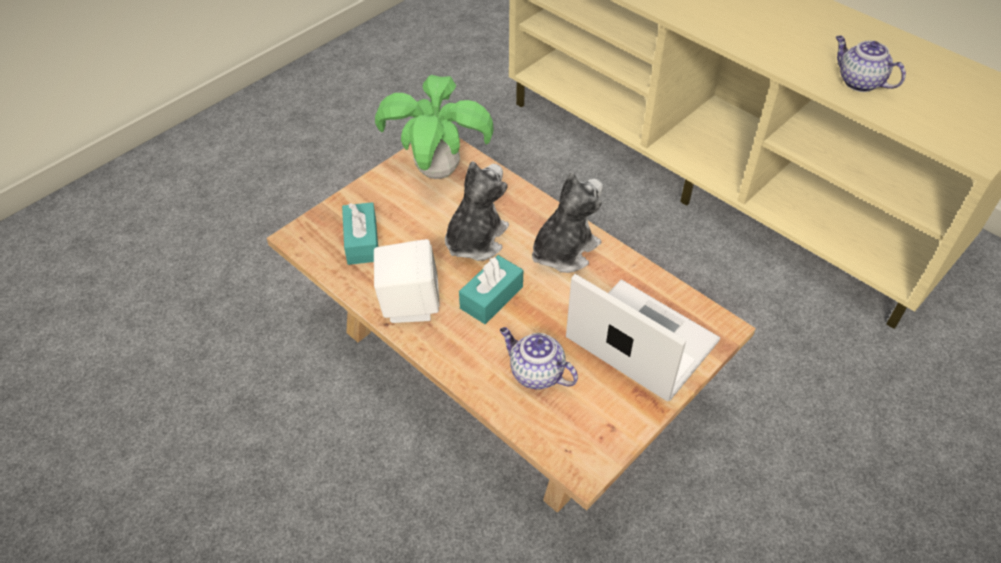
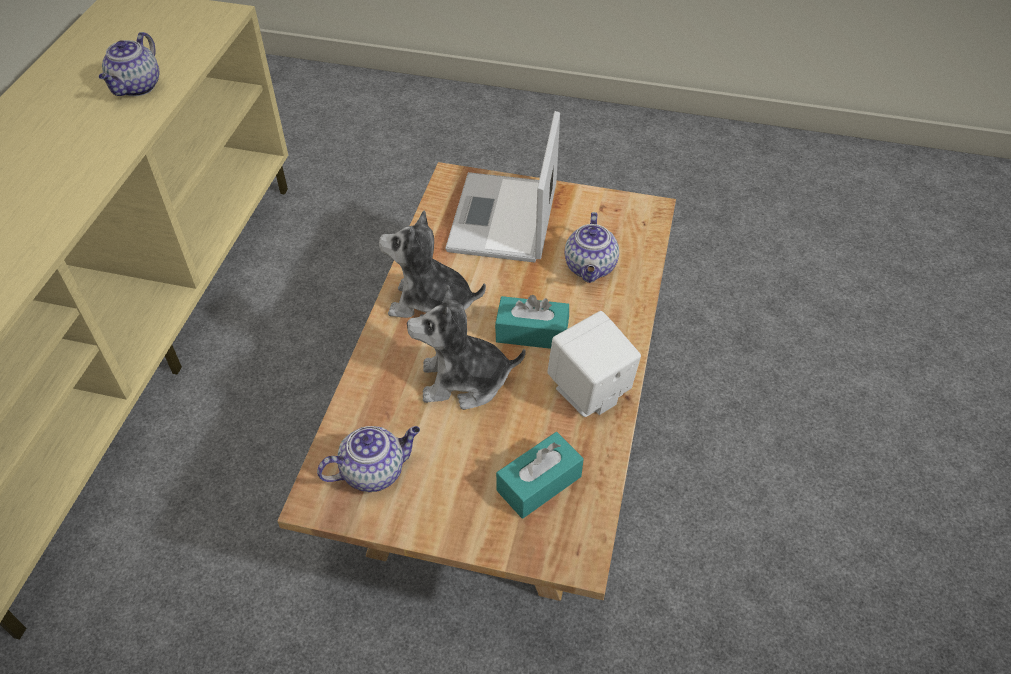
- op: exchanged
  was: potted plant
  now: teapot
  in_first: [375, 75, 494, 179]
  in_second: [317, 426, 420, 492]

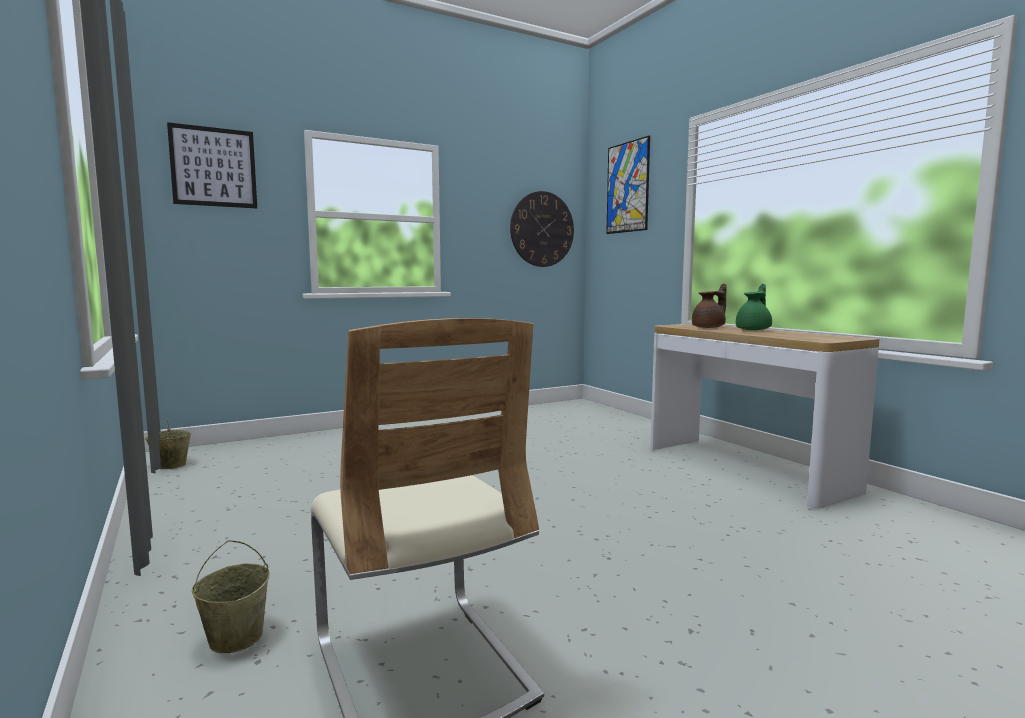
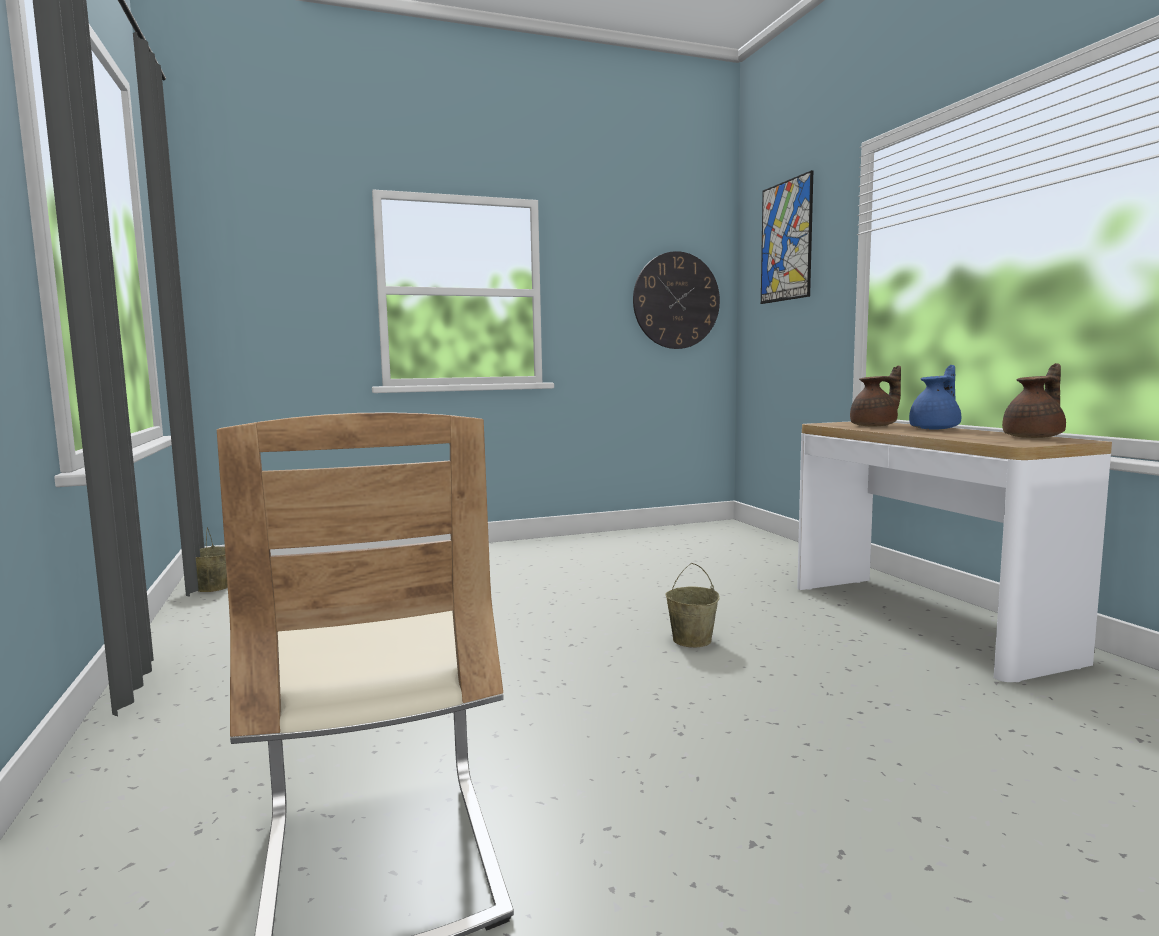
- op: missing
  was: wall picture
  in_first: [167, 122, 257, 208]
- op: relocated
  was: water bucket in beige-coloured
  in_first: [192, 540, 270, 653]
  in_second: [665, 563, 720, 648]
- op: colour
  was: teapot in green-coloured
  now: teapot in blue-coloured
  in_first: [736, 284, 772, 330]
  in_second: [909, 365, 961, 429]
- op: appeared
  now: teapot in brown-coloured
  in_second: [1002, 363, 1066, 438]

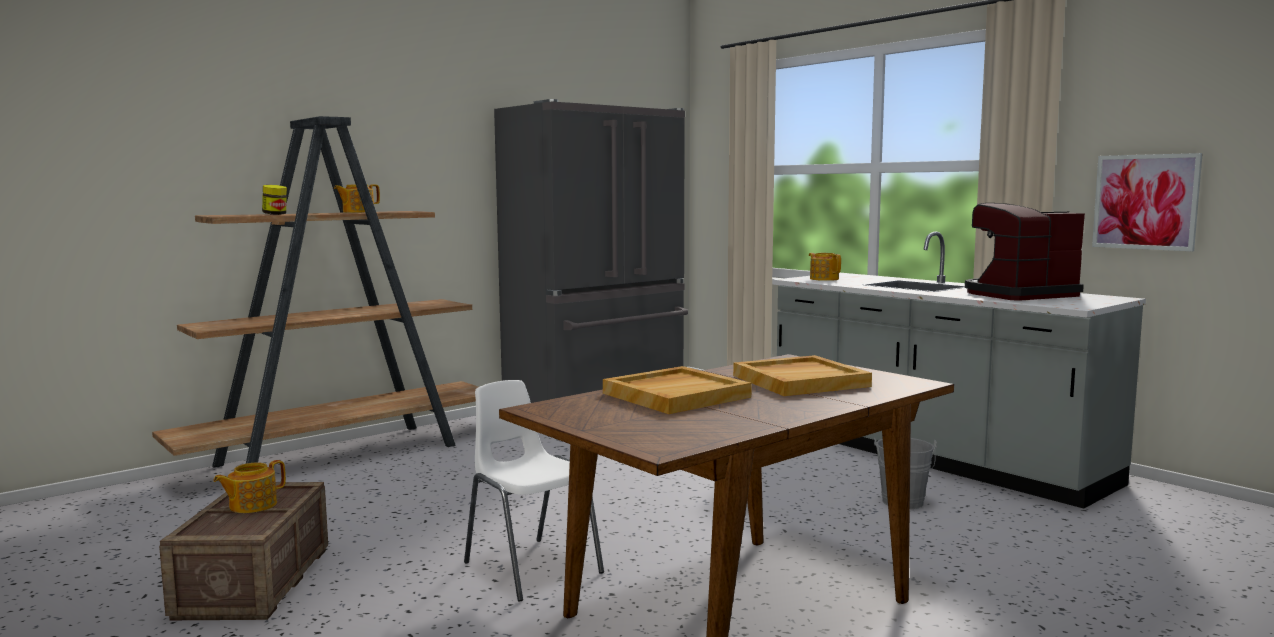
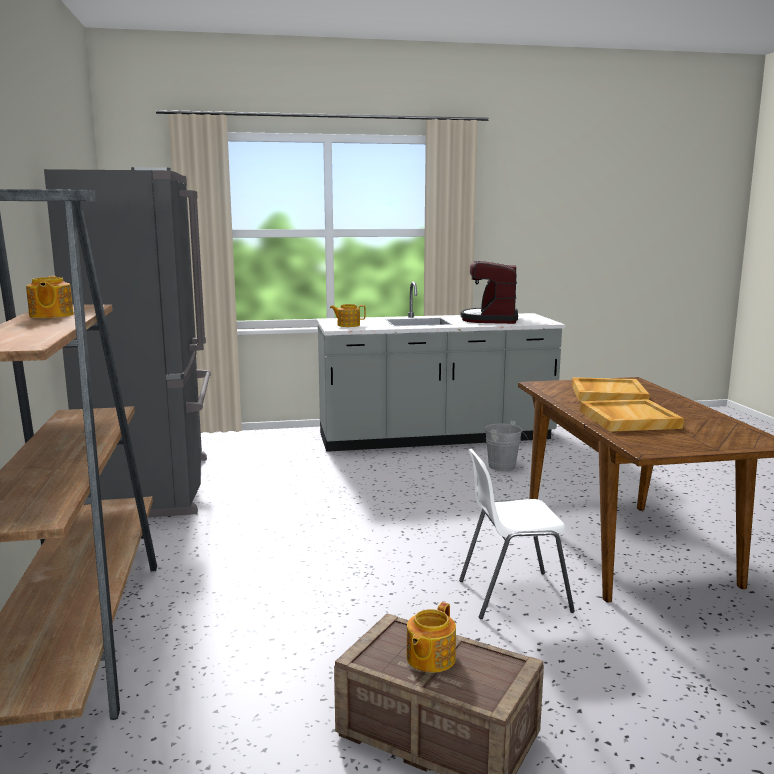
- op: spun
  was: teapot
  in_first: [213, 460, 286, 513]
  in_second: [407, 602, 456, 673]
  clockwise: 45
- op: missing
  was: storage jar
  in_first: [262, 185, 287, 215]
- op: missing
  was: wall picture
  in_first: [1092, 153, 1203, 251]

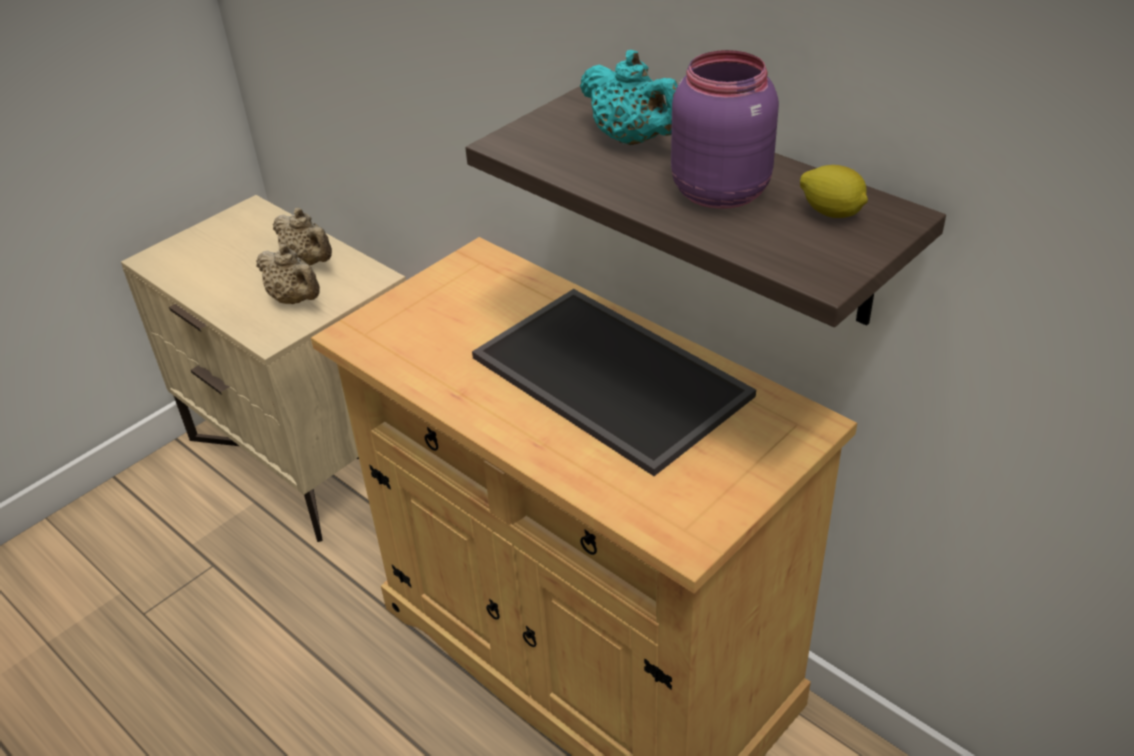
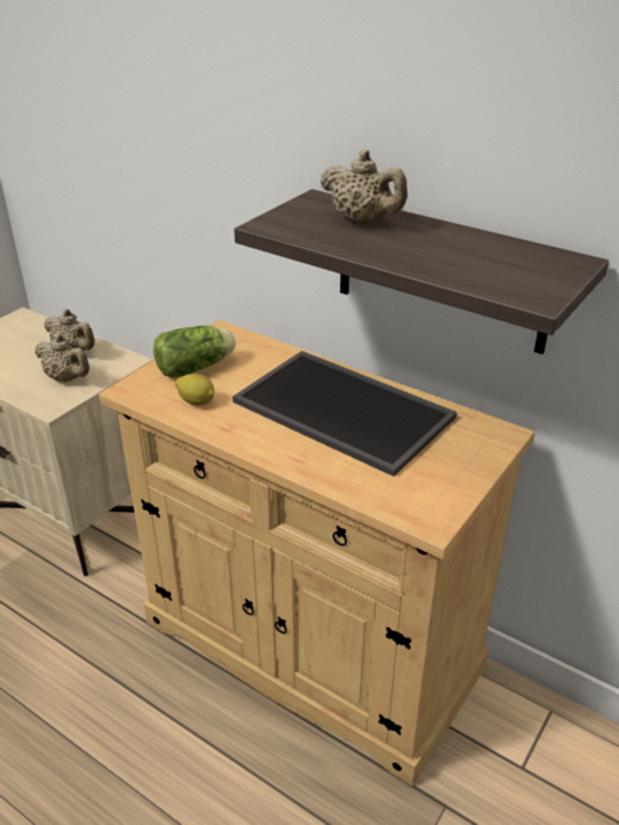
- op: colour
  was: teapot in turquoise
  now: teapot in beige-coloured
  in_first: [580, 50, 678, 145]
  in_second: [320, 150, 407, 224]
- op: missing
  was: storage jar in purplish
  in_first: [671, 50, 779, 209]
- op: relocated
  was: citrus fruit
  in_first: [800, 165, 868, 218]
  in_second: [175, 374, 214, 405]
- op: appeared
  now: lettuce
  in_second: [153, 325, 236, 378]

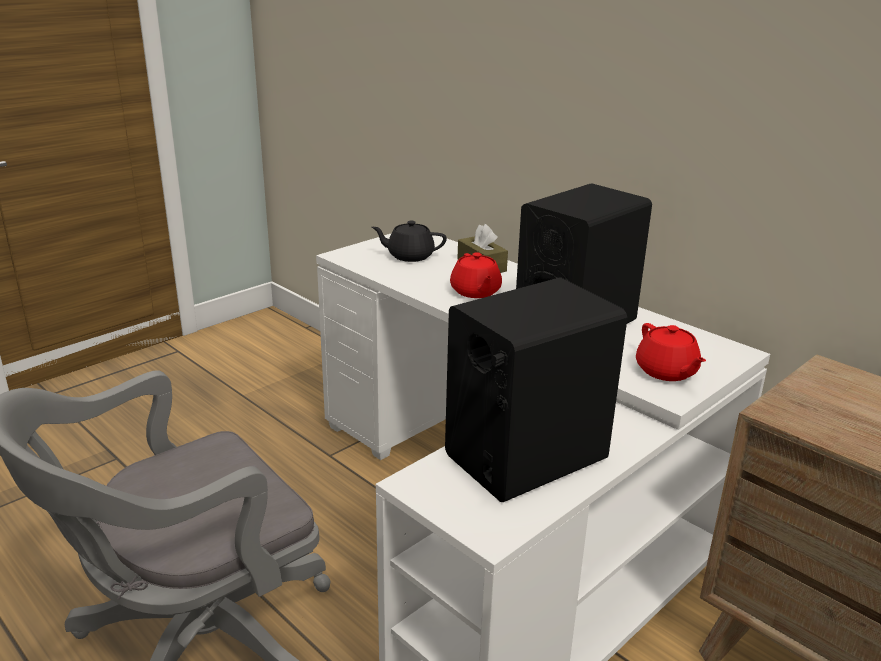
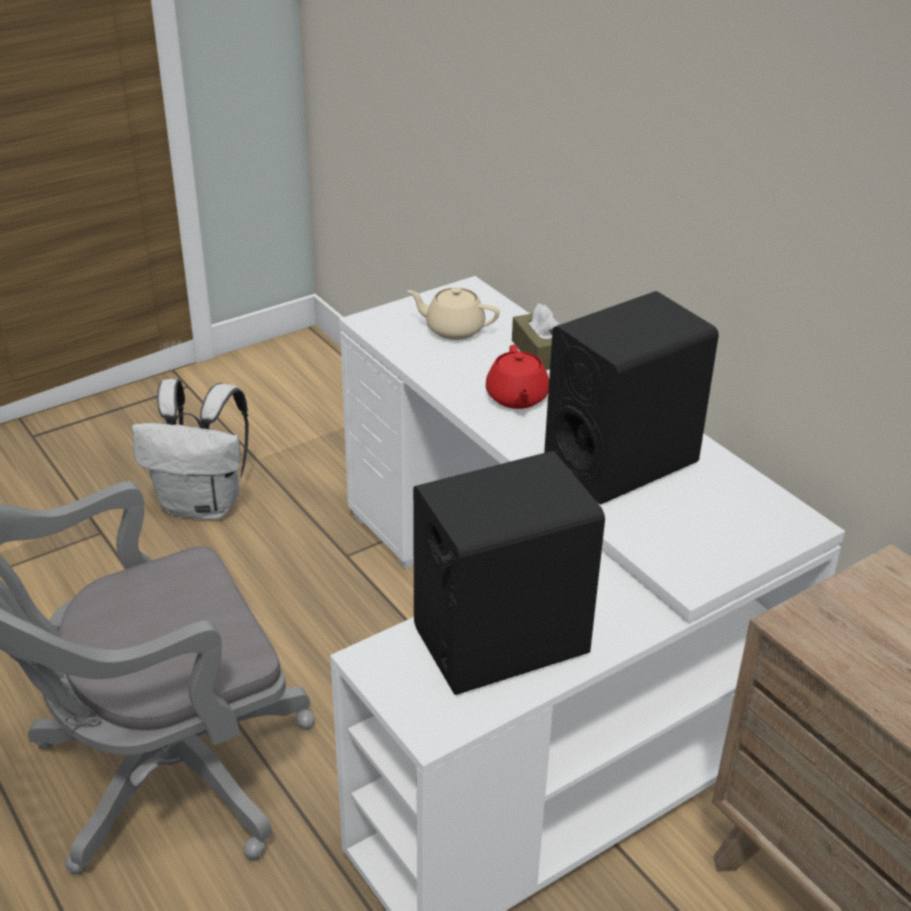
- op: colour
  was: teapot in black
  now: teapot in beige-coloured
  in_first: [371, 221, 447, 262]
  in_second: [407, 287, 500, 340]
- op: missing
  was: teapot in red-coloured
  in_first: [636, 323, 706, 381]
- op: appeared
  now: knapsack in whitish
  in_second: [132, 379, 249, 520]

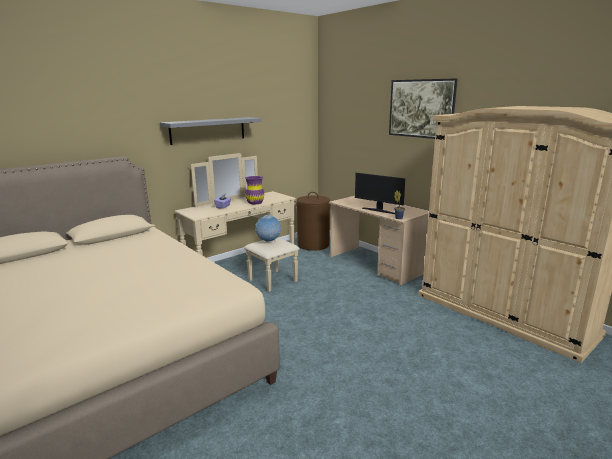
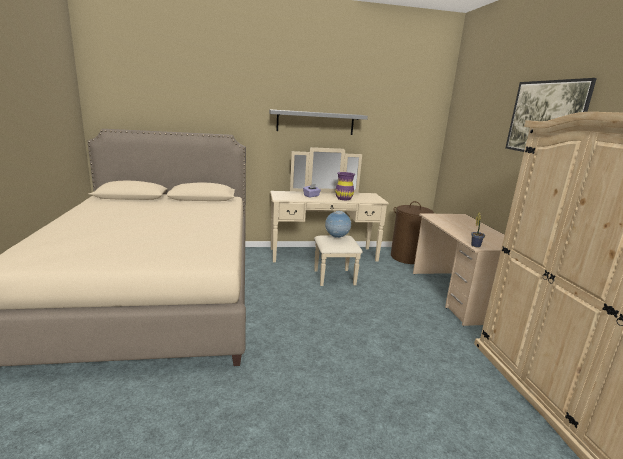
- op: missing
  was: computer display
  in_first: [355, 173, 405, 214]

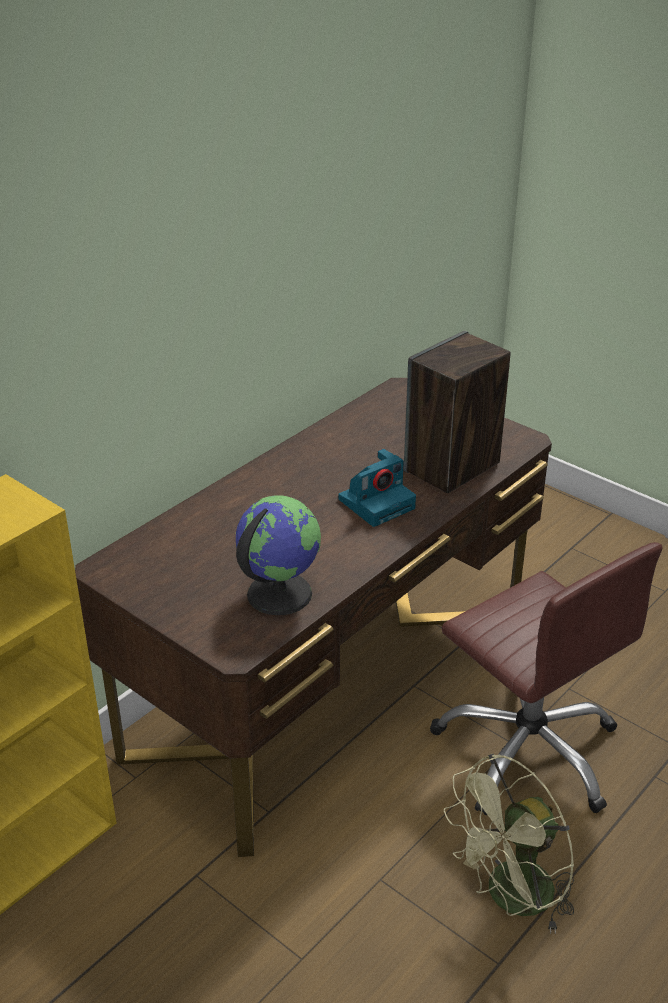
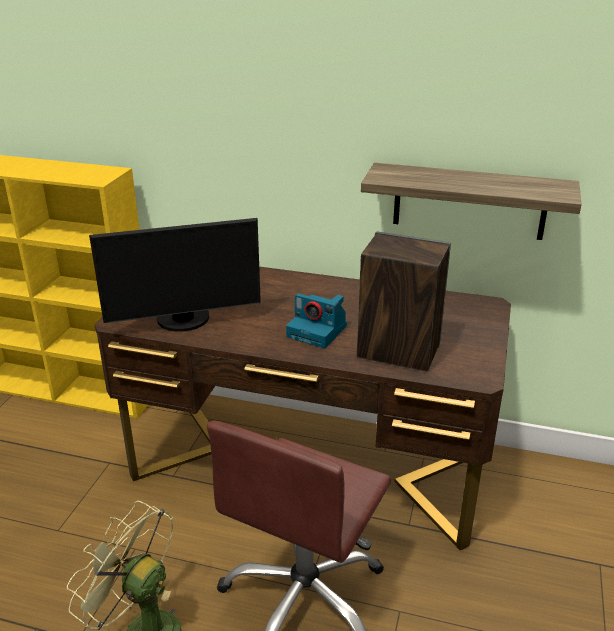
- op: exchanged
  was: globe
  now: computer display
  in_first: [236, 495, 321, 615]
  in_second: [89, 218, 261, 332]
- op: appeared
  now: shelf
  in_second: [361, 163, 582, 240]

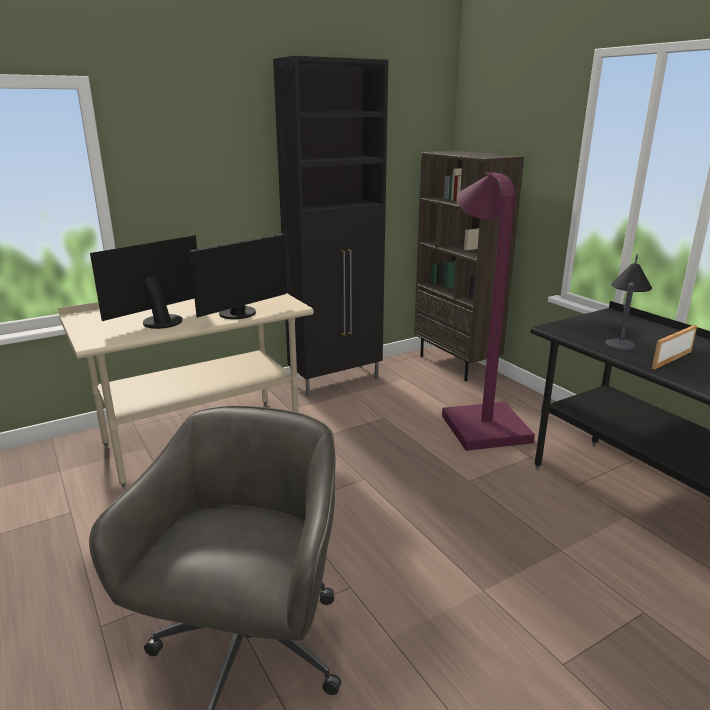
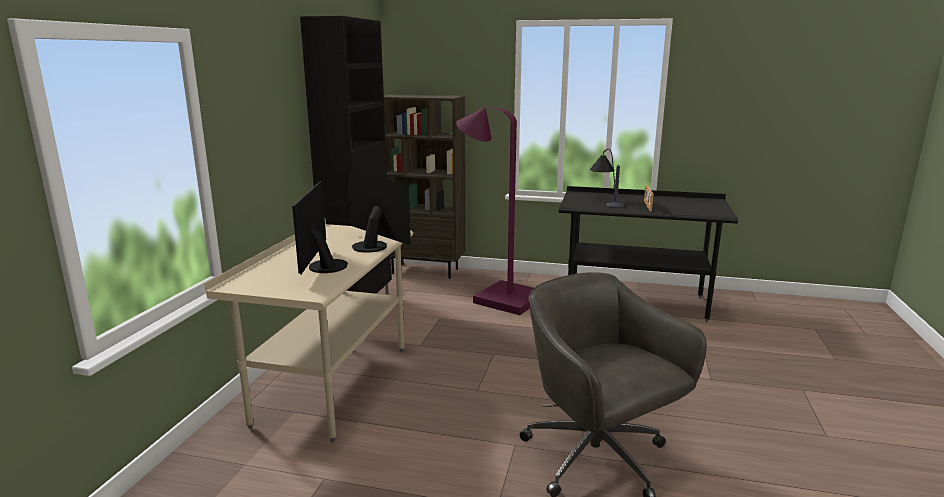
- op: spun
  was: computer display
  in_first: [189, 234, 286, 319]
  in_second: [347, 171, 411, 253]
  clockwise: -45

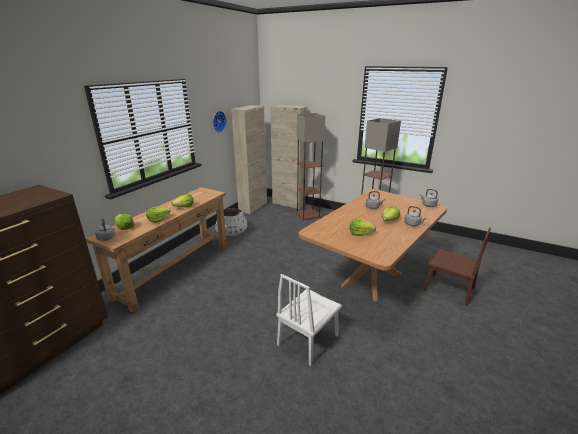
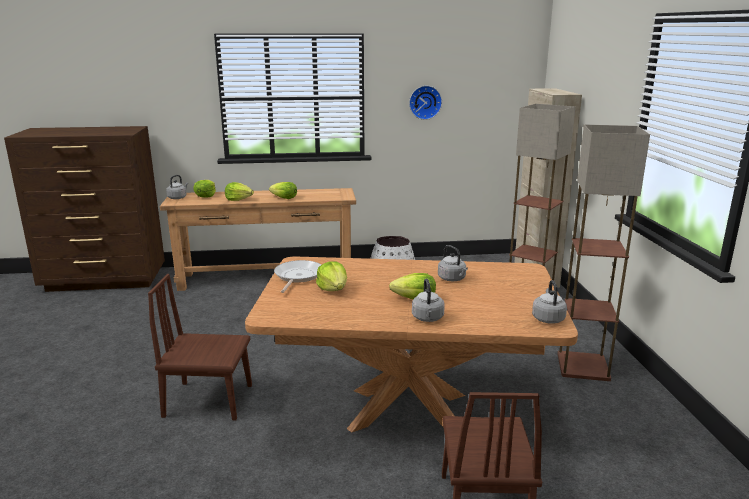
- op: missing
  was: cupboard in beige-coloured
  in_first: [231, 105, 267, 214]
- op: colour
  was: plain chair in whitish
  now: plain chair in brown-coloured
  in_first: [276, 274, 342, 366]
  in_second: [148, 274, 252, 420]
- op: appeared
  now: frying pan
  in_second: [274, 260, 321, 293]

